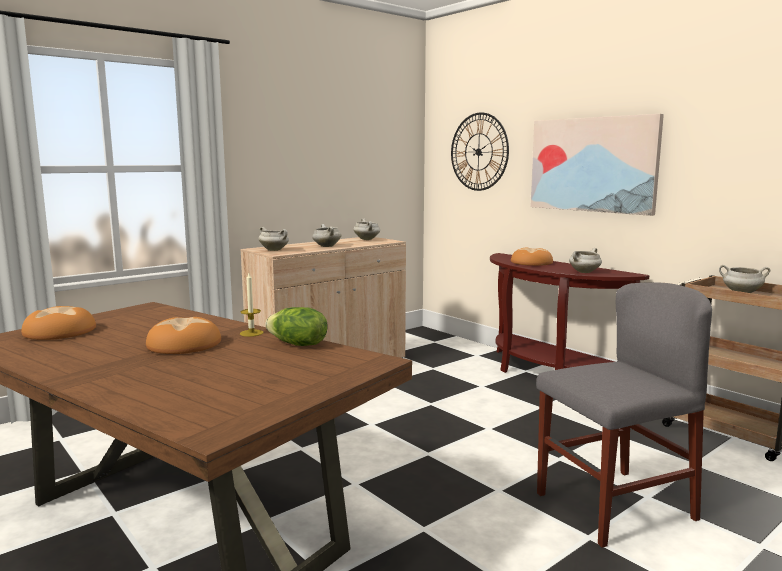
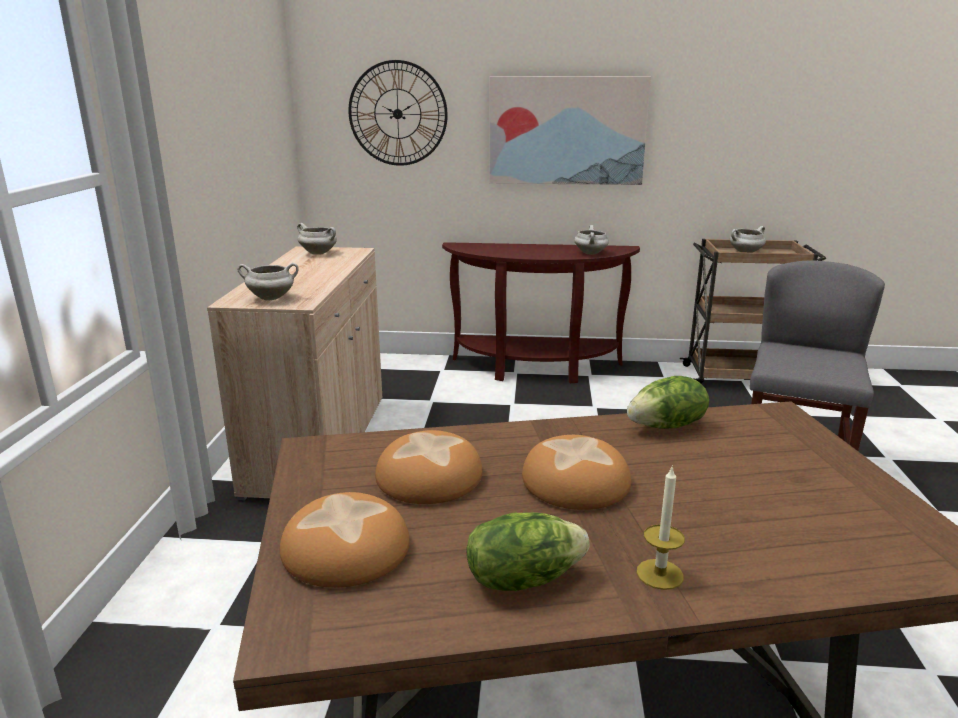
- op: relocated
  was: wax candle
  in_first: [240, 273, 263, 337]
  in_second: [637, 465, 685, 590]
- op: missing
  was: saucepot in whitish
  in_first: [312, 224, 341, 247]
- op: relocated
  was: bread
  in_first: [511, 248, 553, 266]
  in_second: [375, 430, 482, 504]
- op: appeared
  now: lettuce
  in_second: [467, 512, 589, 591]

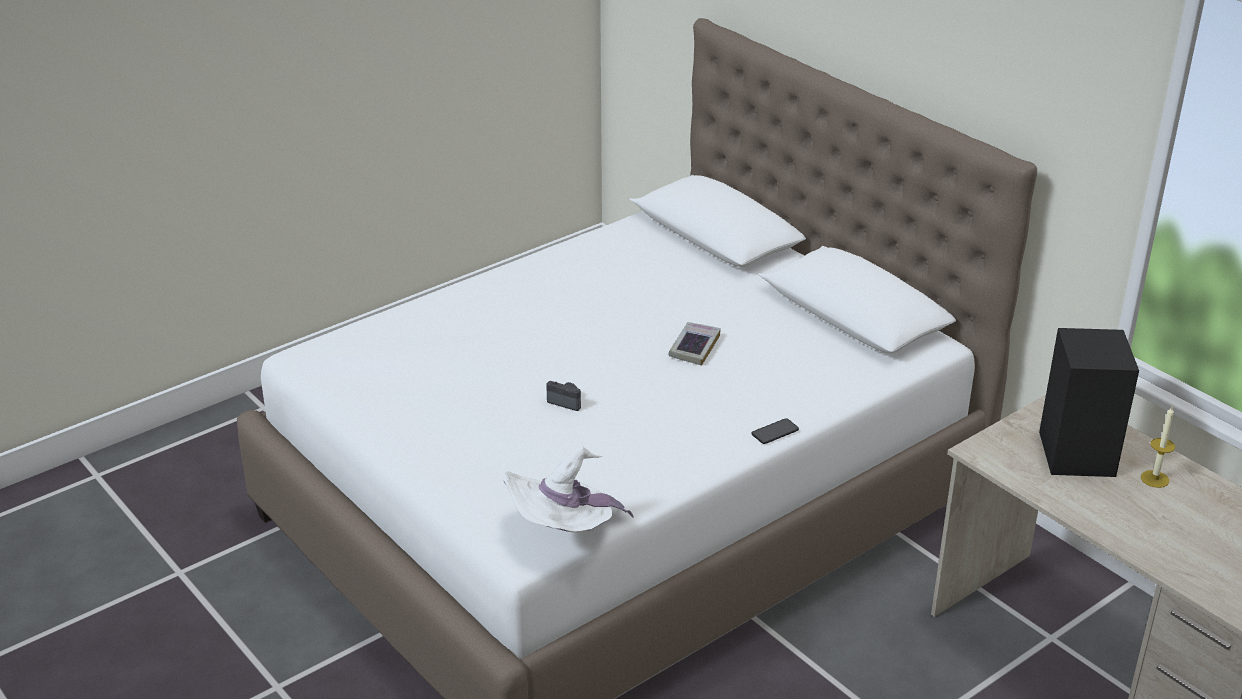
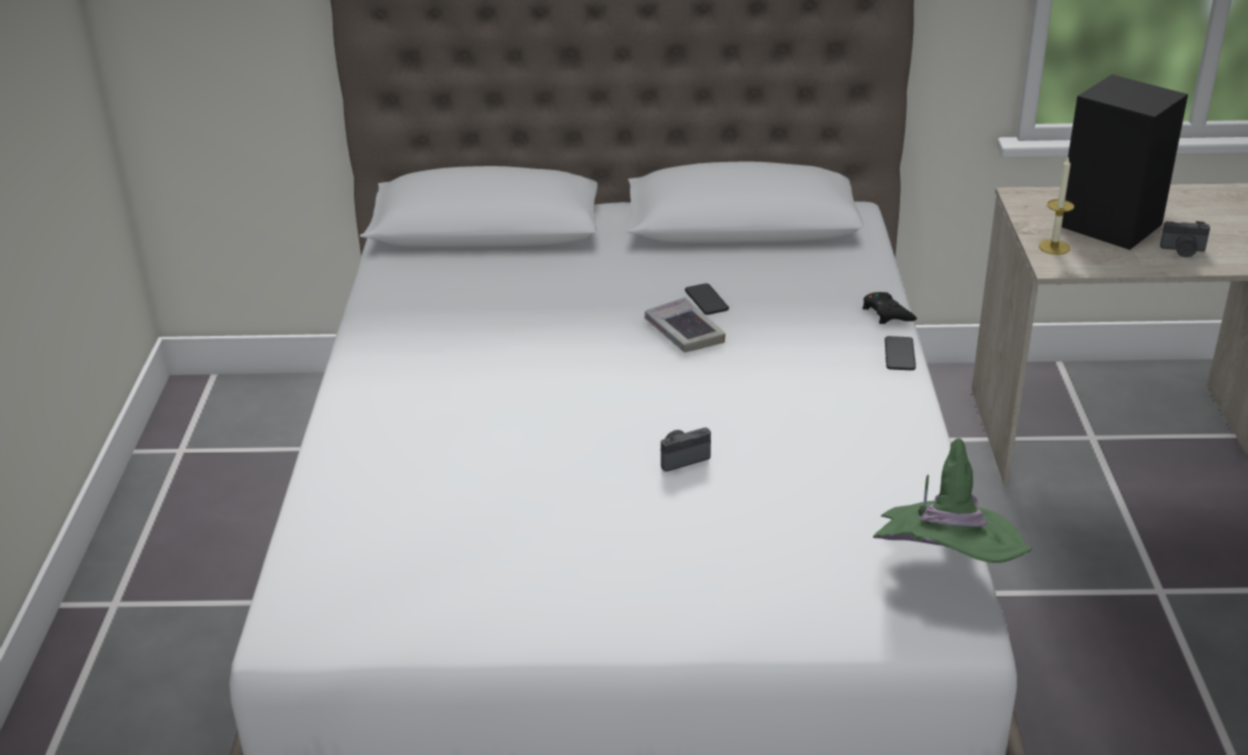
- op: colour
  was: wearable hat in whitish
  now: wearable hat in green-coloured
  in_first: [503, 446, 634, 532]
  in_second: [873, 438, 1032, 563]
- op: relocated
  was: wax candle
  in_first: [1141, 407, 1175, 488]
  in_second: [1039, 156, 1074, 255]
- op: appeared
  now: telephone
  in_second: [685, 283, 729, 315]
- op: appeared
  now: gamepad in black
  in_second: [862, 292, 917, 324]
- op: appeared
  now: photo camera
  in_second: [1160, 221, 1210, 257]

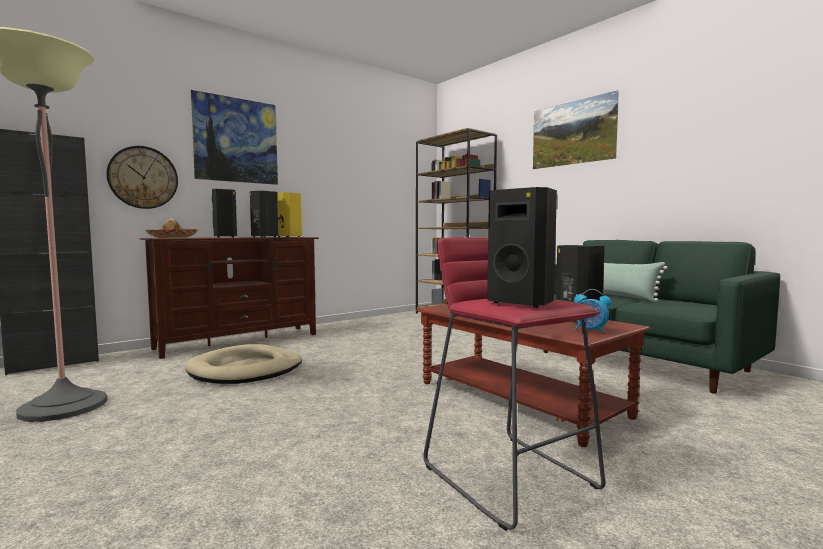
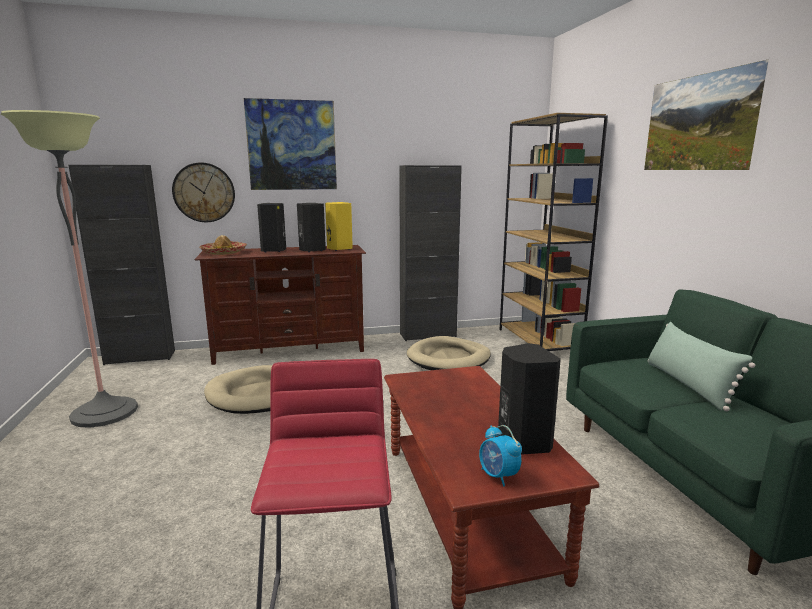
- op: missing
  was: audio speaker in black
  in_first: [487, 187, 557, 308]
- op: appeared
  now: cupboard in black
  in_second: [399, 165, 462, 341]
- op: appeared
  now: pet bed in beige-coloured
  in_second: [406, 336, 491, 370]

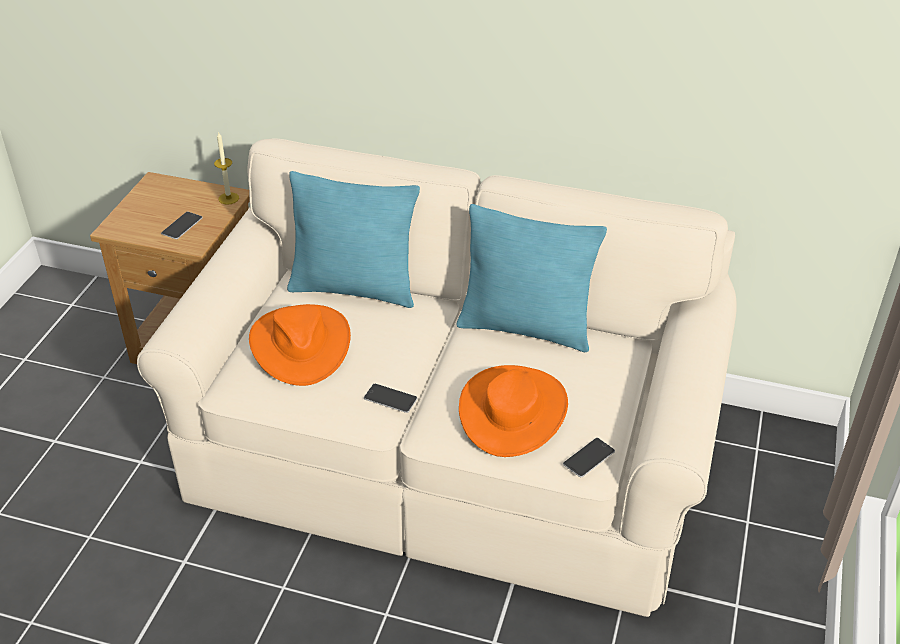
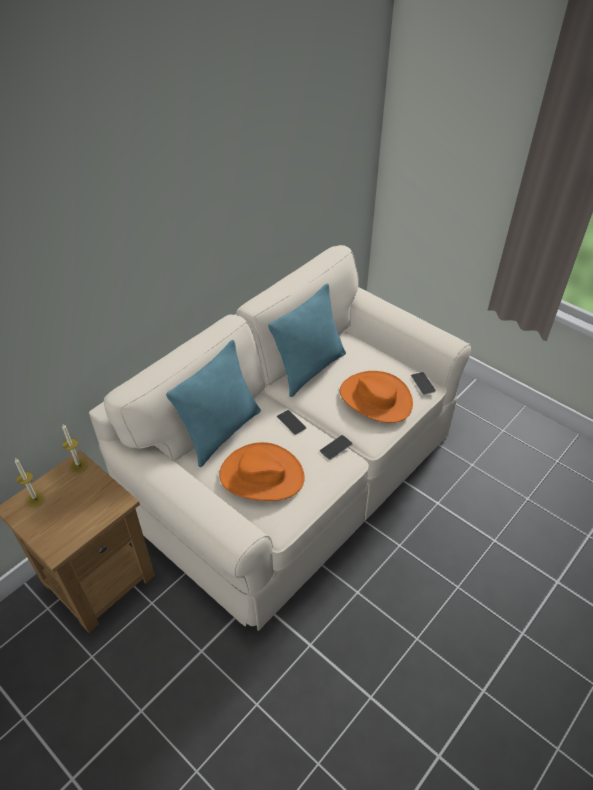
- op: relocated
  was: telephone
  in_first: [161, 212, 203, 239]
  in_second: [277, 410, 306, 435]
- op: appeared
  now: wax candle
  in_second: [15, 458, 45, 507]

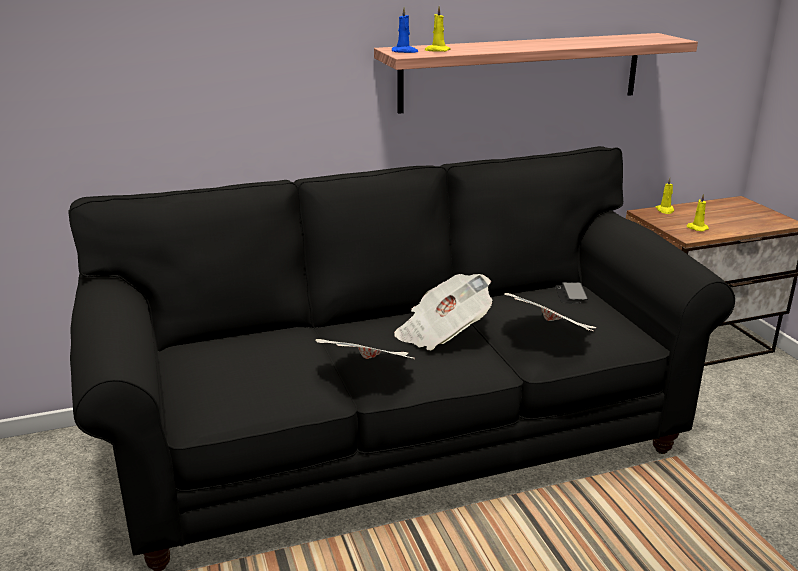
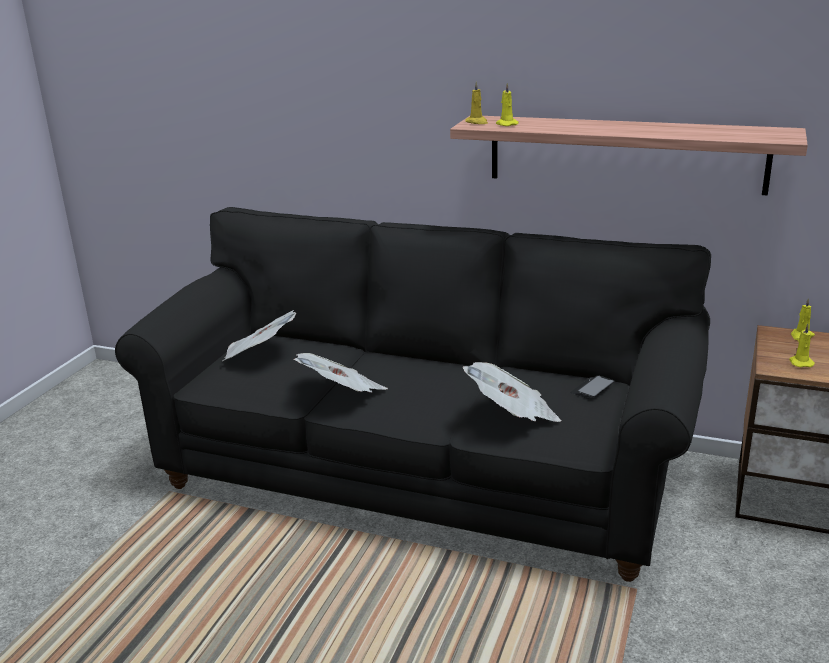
- op: colour
  was: wax candle in blue-coloured
  now: wax candle in yellow-coloured
  in_first: [392, 7, 418, 53]
  in_second: [465, 81, 488, 124]
- op: relocated
  was: printed paper
  in_first: [394, 274, 492, 350]
  in_second: [223, 310, 296, 361]

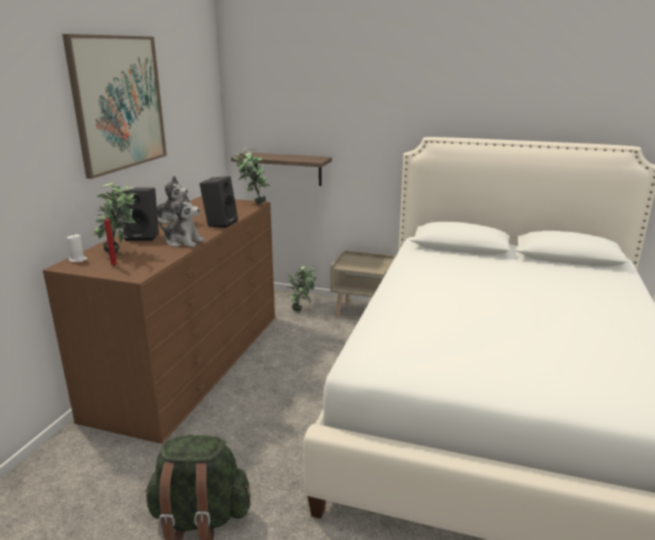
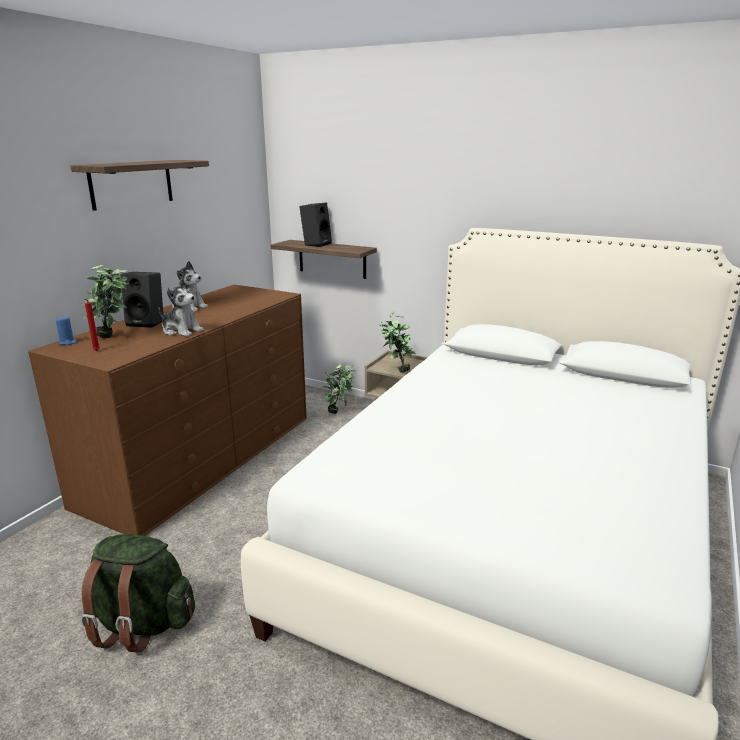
- op: exchanged
  was: wall picture
  now: shelf
  in_first: [62, 34, 167, 179]
  in_second: [71, 160, 209, 211]
- op: colour
  was: wax candle in whitish
  now: wax candle in blue-coloured
  in_first: [67, 234, 88, 262]
  in_second: [56, 316, 77, 345]
- op: relocated
  was: audio speaker in black
  in_first: [200, 176, 238, 228]
  in_second: [300, 203, 332, 247]
- op: relocated
  was: potted plant
  in_first: [233, 147, 270, 204]
  in_second: [379, 311, 416, 373]

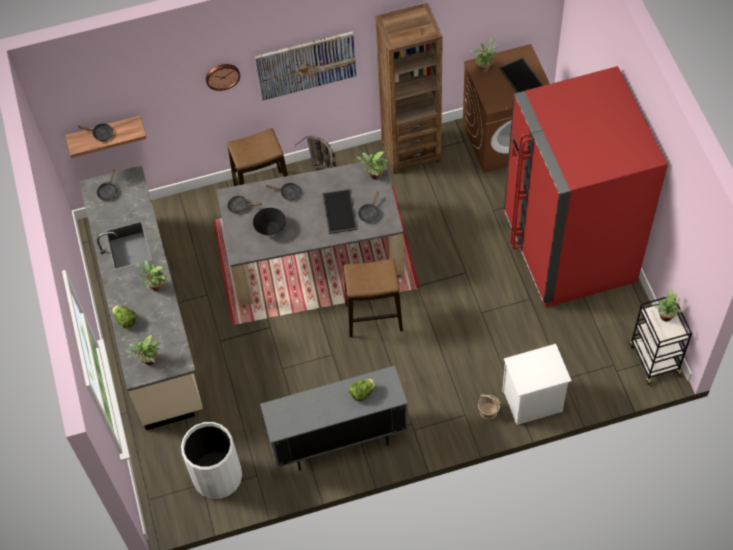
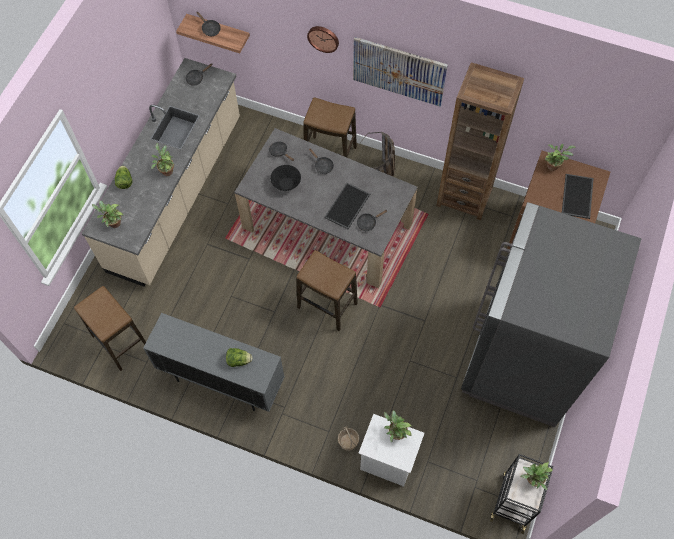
- op: exchanged
  was: trash can in whitish
  now: sitting stool
  in_first: [181, 422, 242, 499]
  in_second: [74, 286, 146, 371]
- op: relocated
  was: potted plant
  in_first: [356, 151, 389, 180]
  in_second: [384, 410, 412, 442]
- op: colour
  was: fridge in red-coloured
  now: fridge in grey
  in_first: [504, 66, 668, 307]
  in_second: [461, 202, 642, 427]

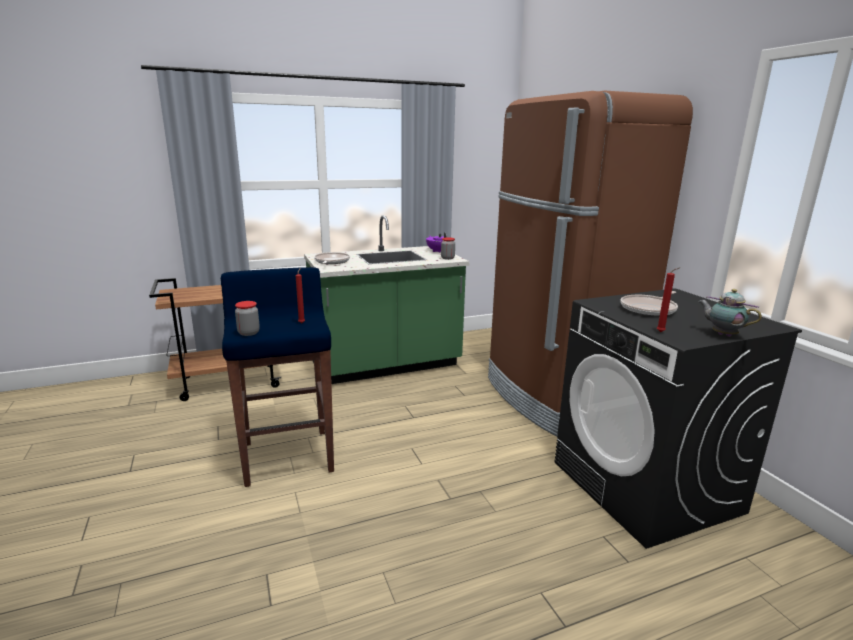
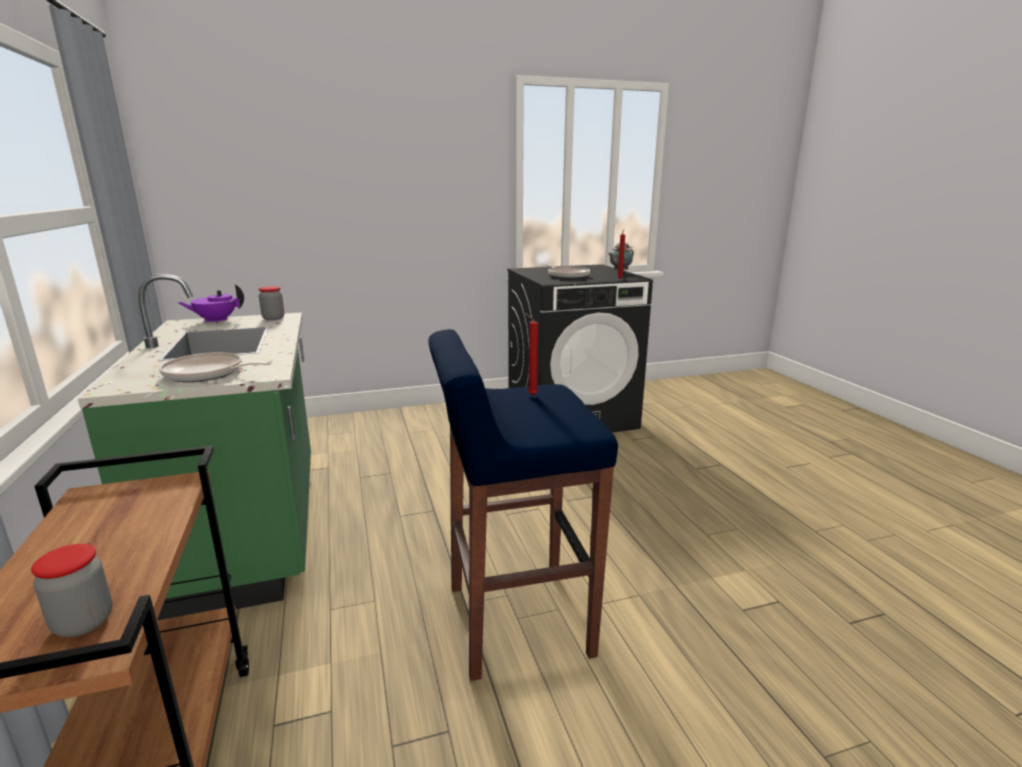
- op: relocated
  was: storage jar
  in_first: [235, 301, 260, 336]
  in_second: [31, 544, 113, 637]
- op: missing
  was: fridge in brown-coloured
  in_first: [488, 91, 693, 437]

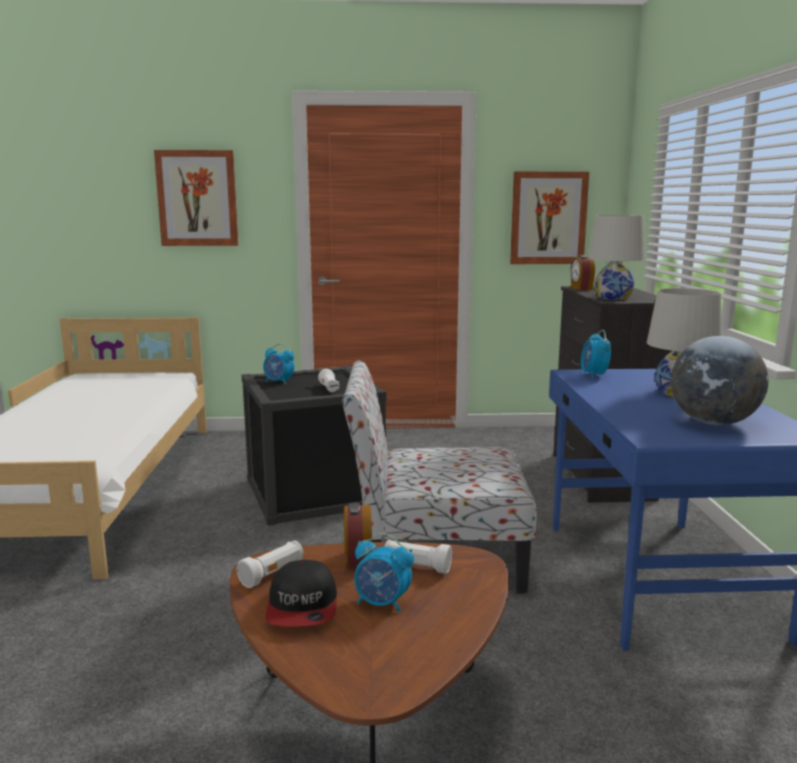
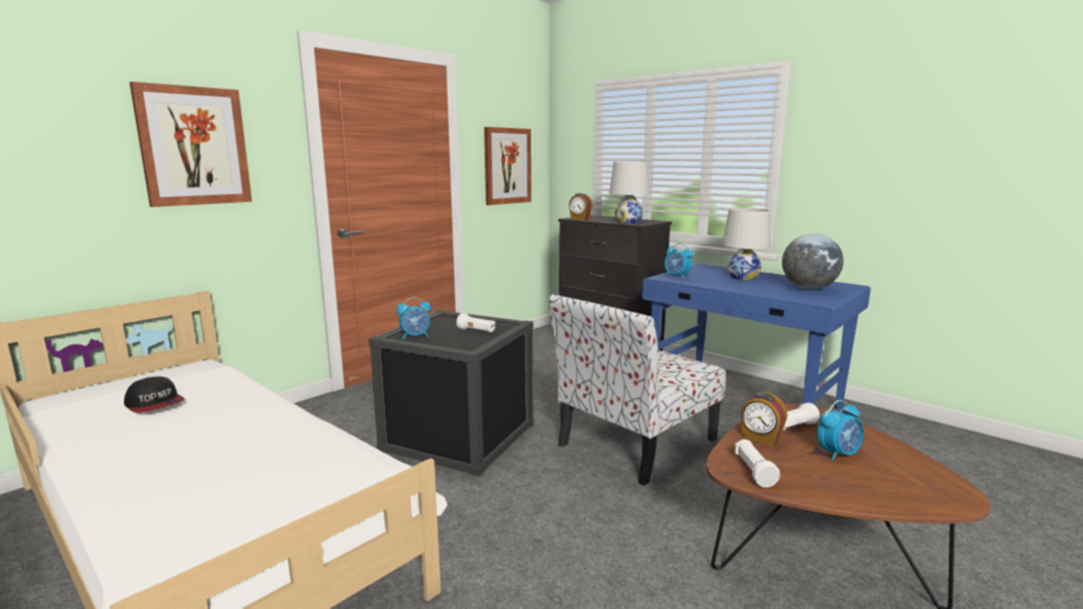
- op: relocated
  was: cap
  in_first: [266, 560, 337, 627]
  in_second: [124, 377, 185, 413]

